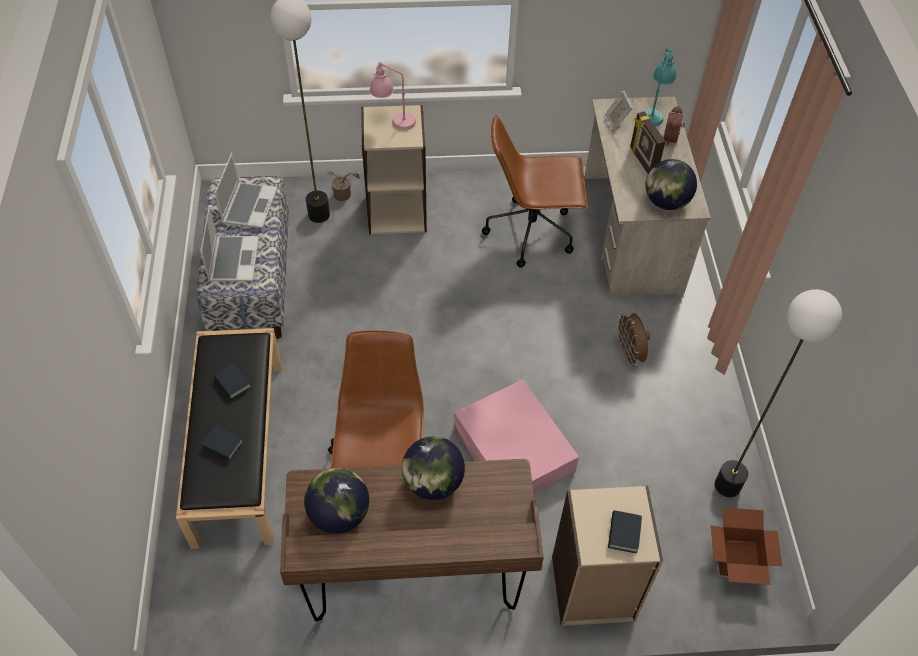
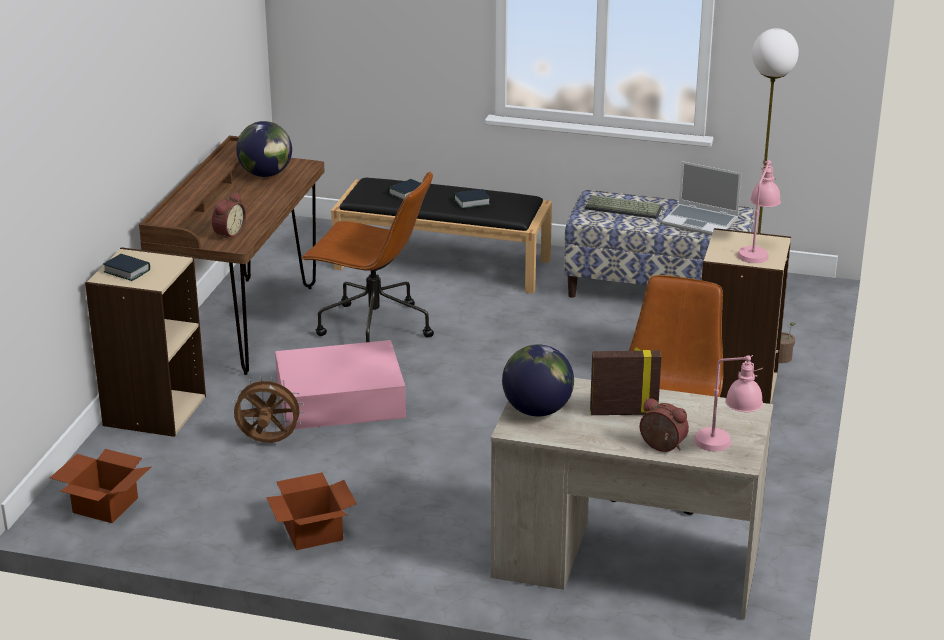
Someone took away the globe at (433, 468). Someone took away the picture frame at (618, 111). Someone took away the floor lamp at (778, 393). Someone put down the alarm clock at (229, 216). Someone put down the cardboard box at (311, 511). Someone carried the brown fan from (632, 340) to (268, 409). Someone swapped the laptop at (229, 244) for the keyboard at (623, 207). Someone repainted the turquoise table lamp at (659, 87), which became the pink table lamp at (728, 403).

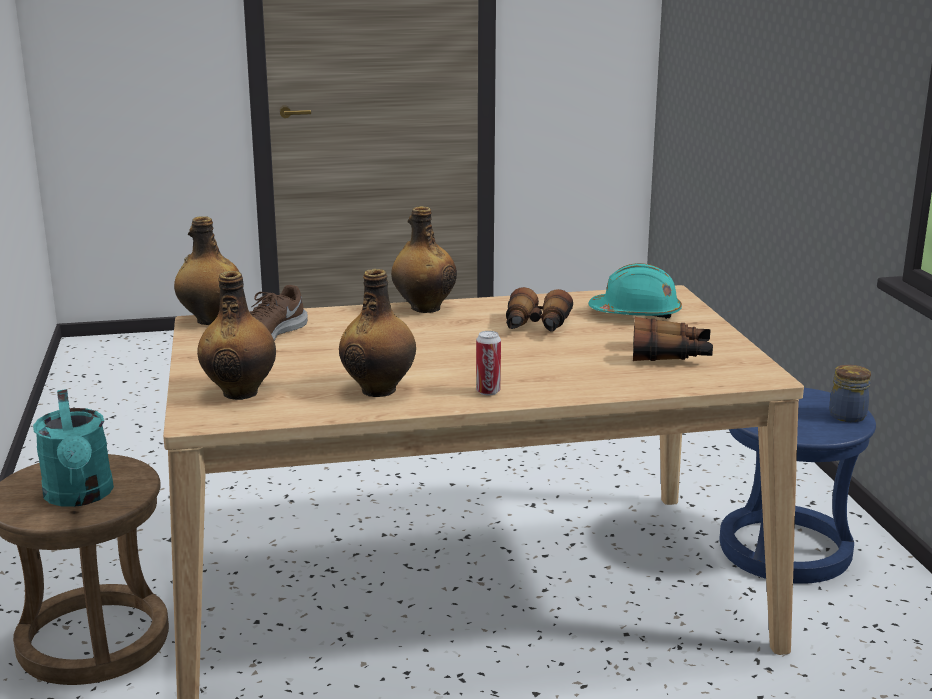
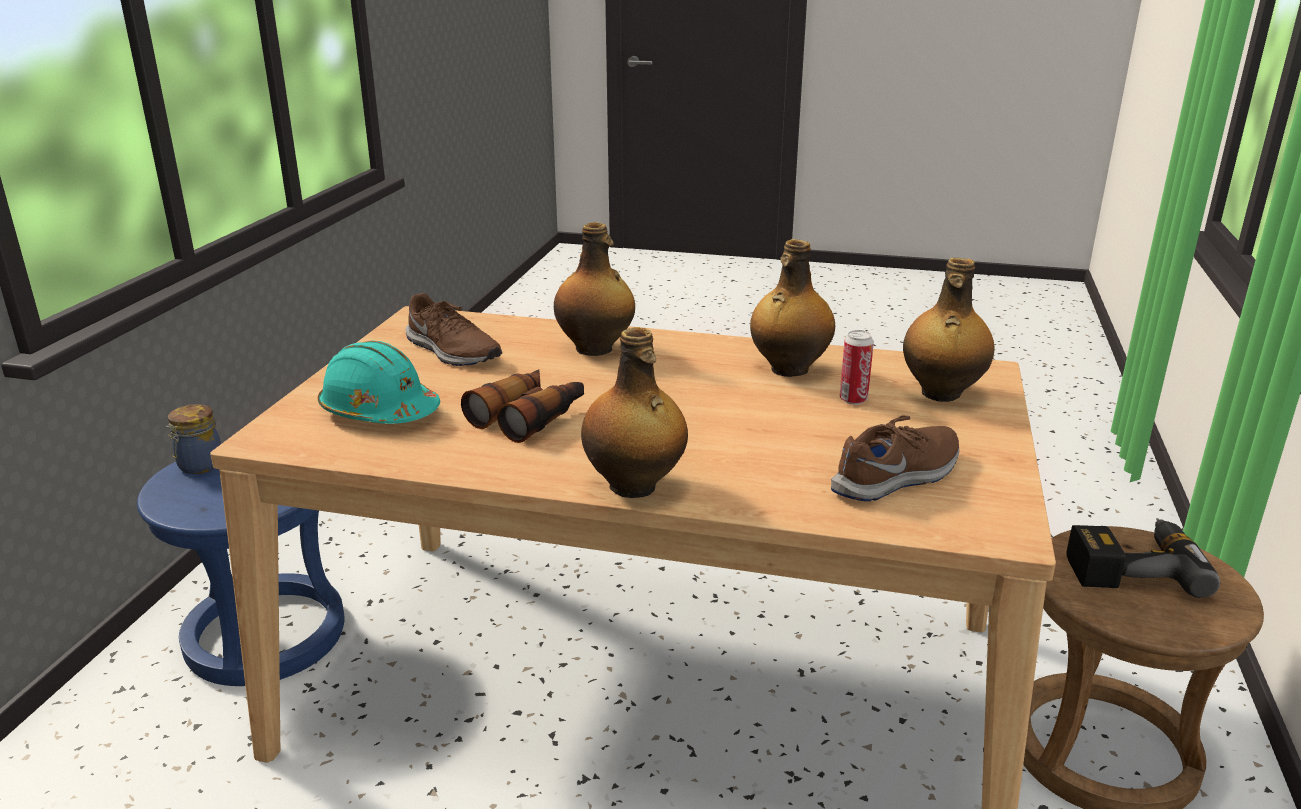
Someone carried the bottle from (206, 270) to (594, 289). Someone carried the can from (488, 363) to (857, 367). Someone swapped the turquoise watering can at (73, 448) for the power drill at (1143, 558). Someone swapped the binoculars at (673, 339) for the brown shoe at (453, 329).

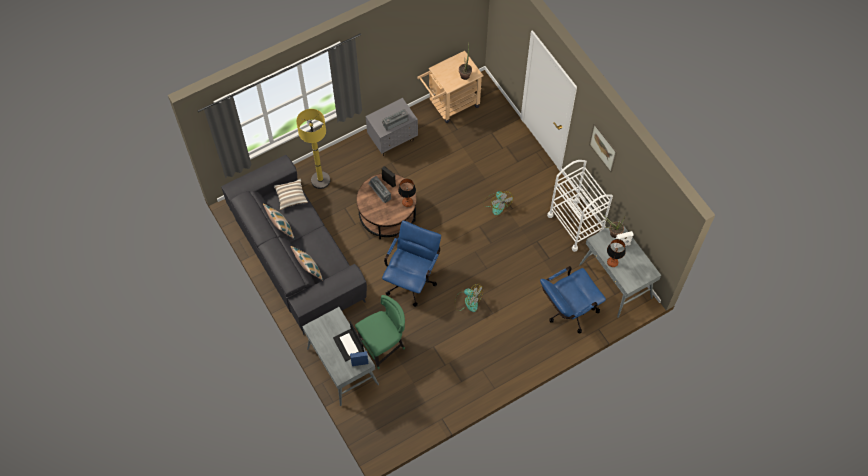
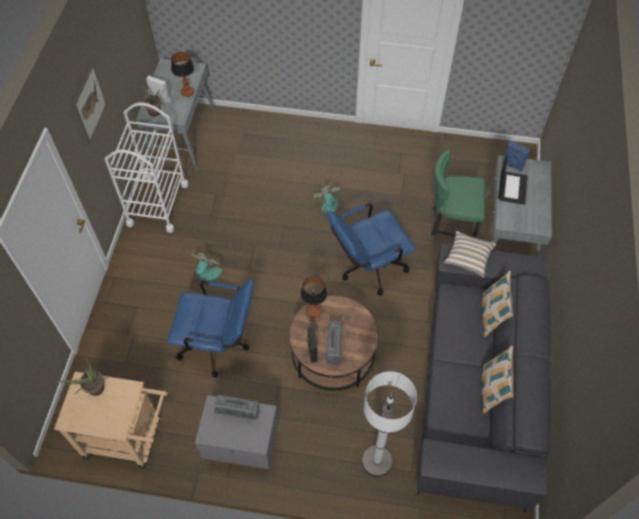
Someone carried the pillow from (291, 194) to (470, 254). Someone carried the blue office chair from (573, 299) to (211, 328). Someone repainted the yellow floor lamp at (313, 149), which became the white floor lamp at (389, 424).

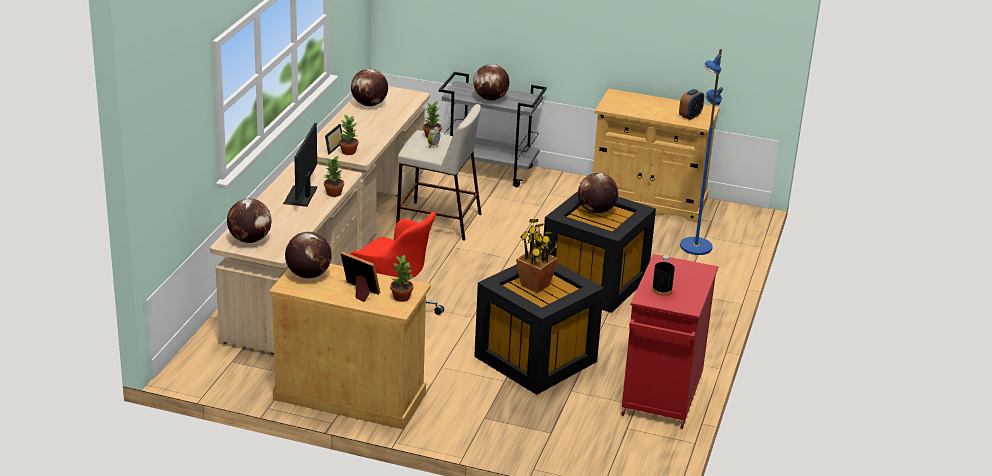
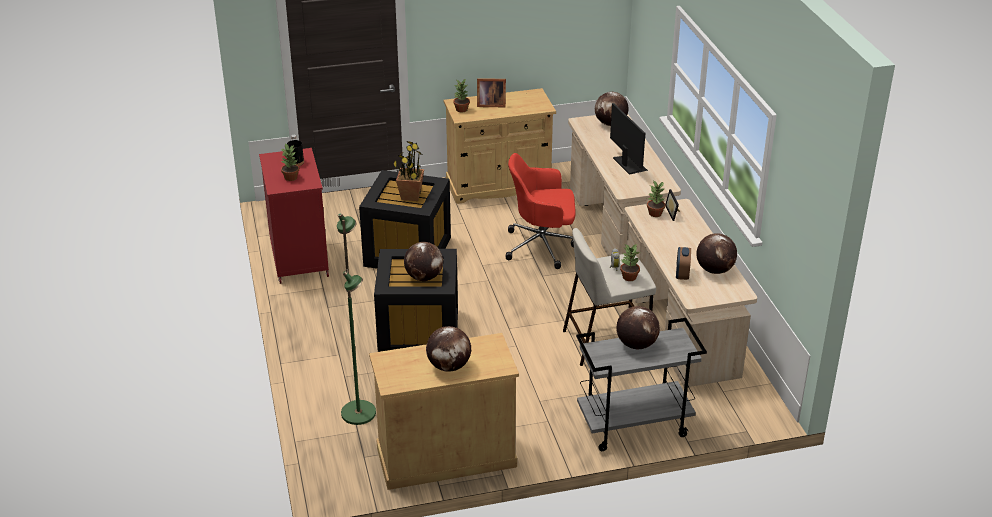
Someone carried the globe from (308, 255) to (448, 349). Someone carried the potted plant from (334, 176) to (289, 162). Someone carried the alarm clock from (691, 104) to (683, 263). Someone repainted the blue floor lamp at (701, 151), which became the green floor lamp at (356, 319).

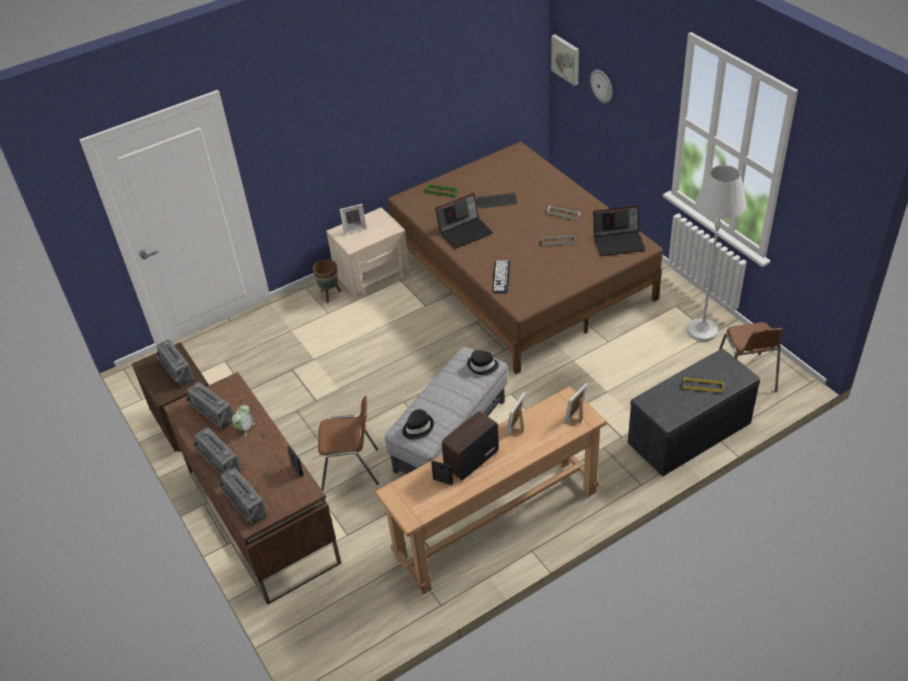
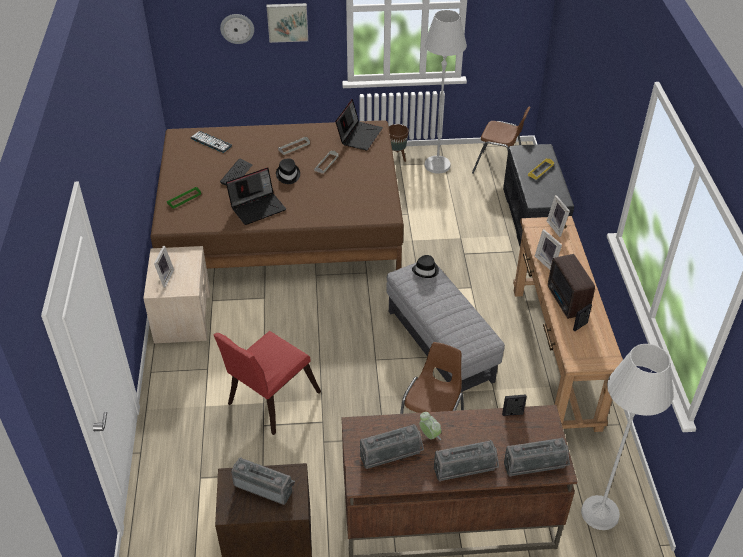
Someone put down the red chair at (267, 383). Someone put down the white floor lamp at (627, 437). Someone carried the brown planter from (327, 281) to (399, 143). Someone carried the black hat from (418, 424) to (288, 171). Someone carried the keyboard from (501, 277) to (211, 142). Someone carried the picture from (565, 60) to (287, 23). Someone rotated the radio at (175, 362) by 150 degrees counterclockwise. Someone rotated the laptop at (464, 221) by 60 degrees clockwise.

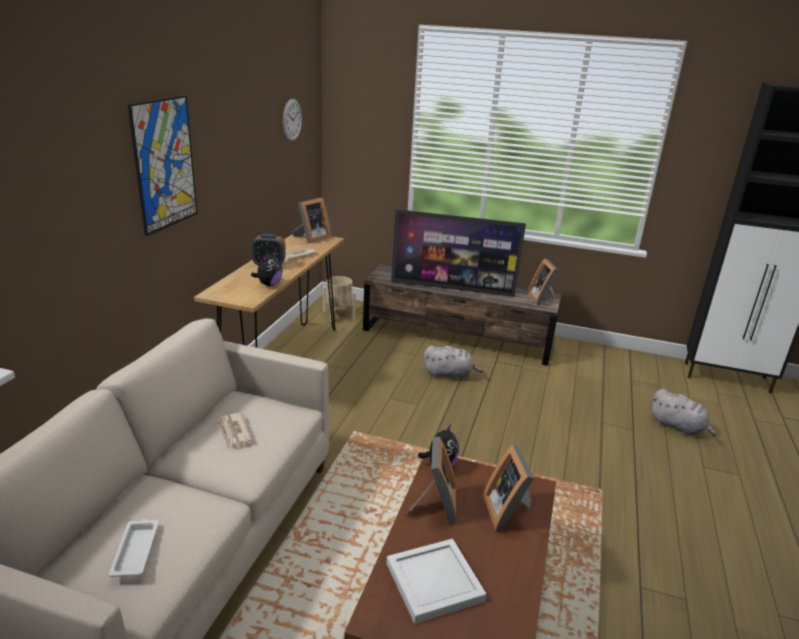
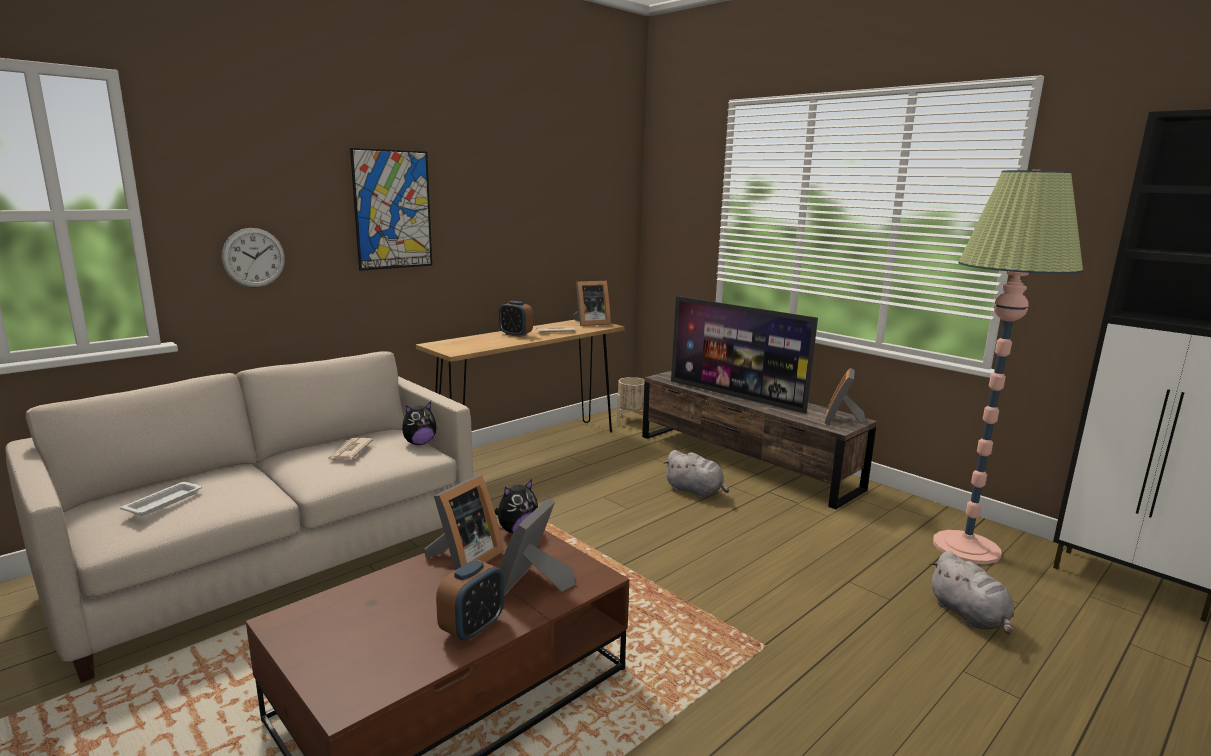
Someone took away the white tray at (436, 581). Someone put down the alarm clock at (470, 600). Someone put down the floor lamp at (1008, 366). Someone carried the plush toy from (267, 268) to (419, 423). Someone carried the wall clock from (292, 120) to (253, 257).

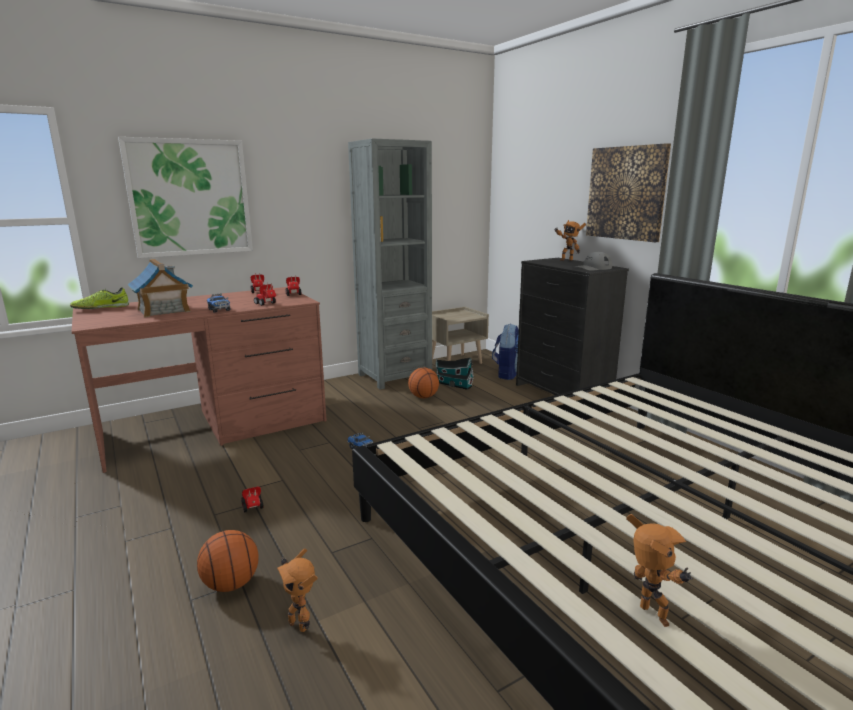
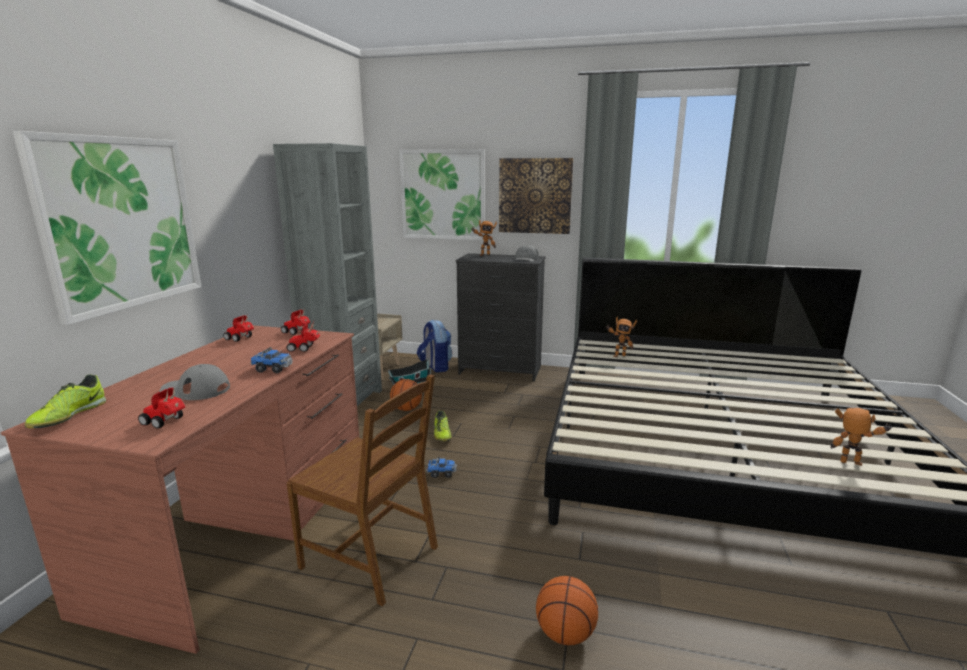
Someone put down the brown chair at (362, 490). Someone put up the picture at (442, 194). Someone put down the shoe at (443, 426). Someone carried the toy car from (252, 500) to (161, 408). Someone carried the toy robot from (297, 590) to (621, 336). Someone swapped the toy house at (160, 288) for the grey cap at (194, 382).

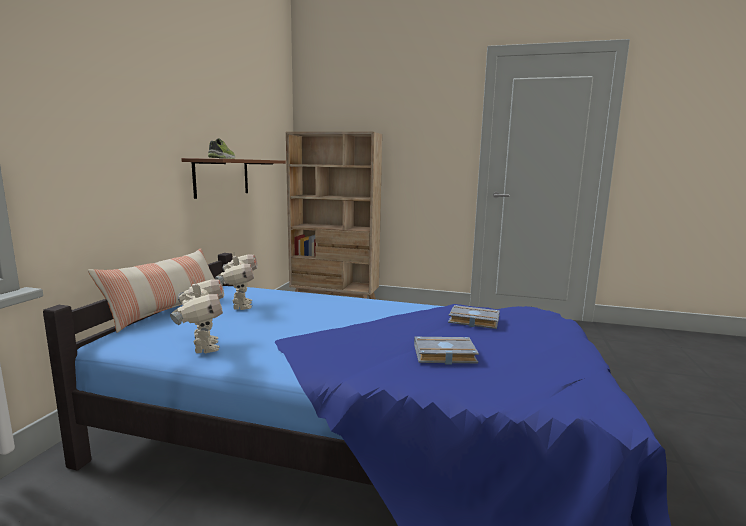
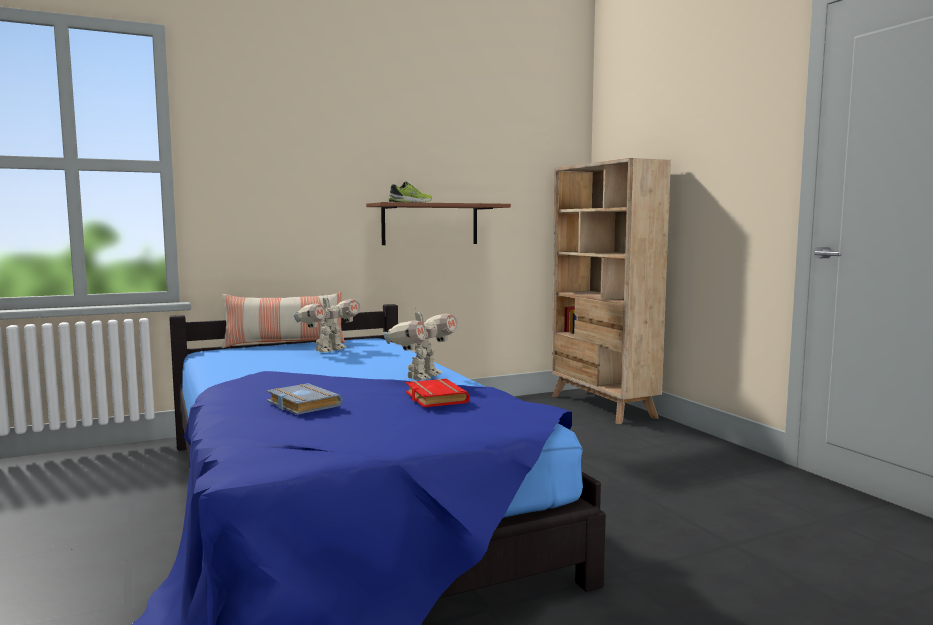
Someone carried the toy robot from (197, 315) to (420, 343). Someone repainted the grey book at (474, 317), which became the red book at (437, 393).

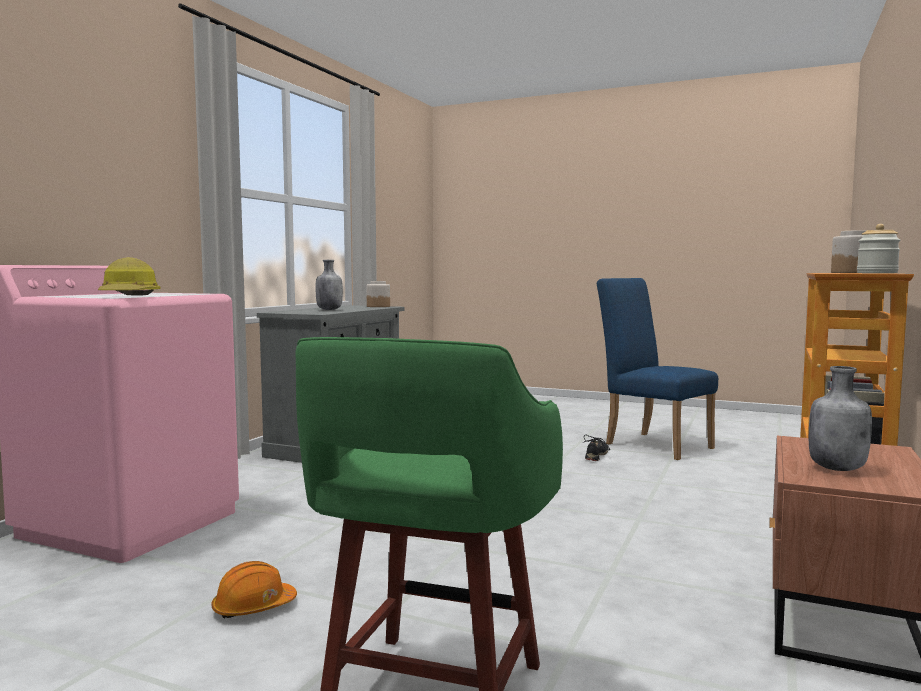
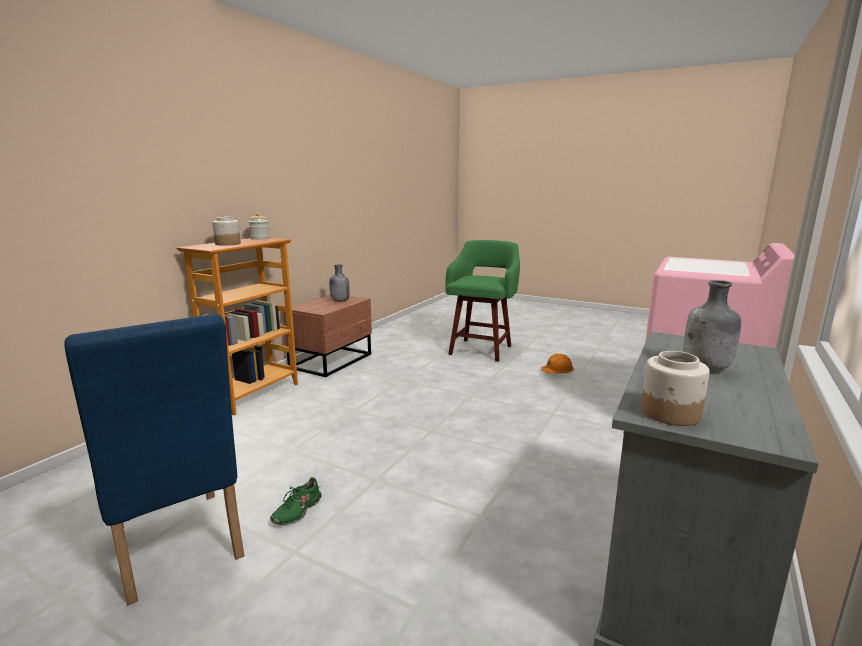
Someone took away the hard hat at (129, 276). Someone repainted the black shoe at (596, 448), which became the green shoe at (295, 501).

